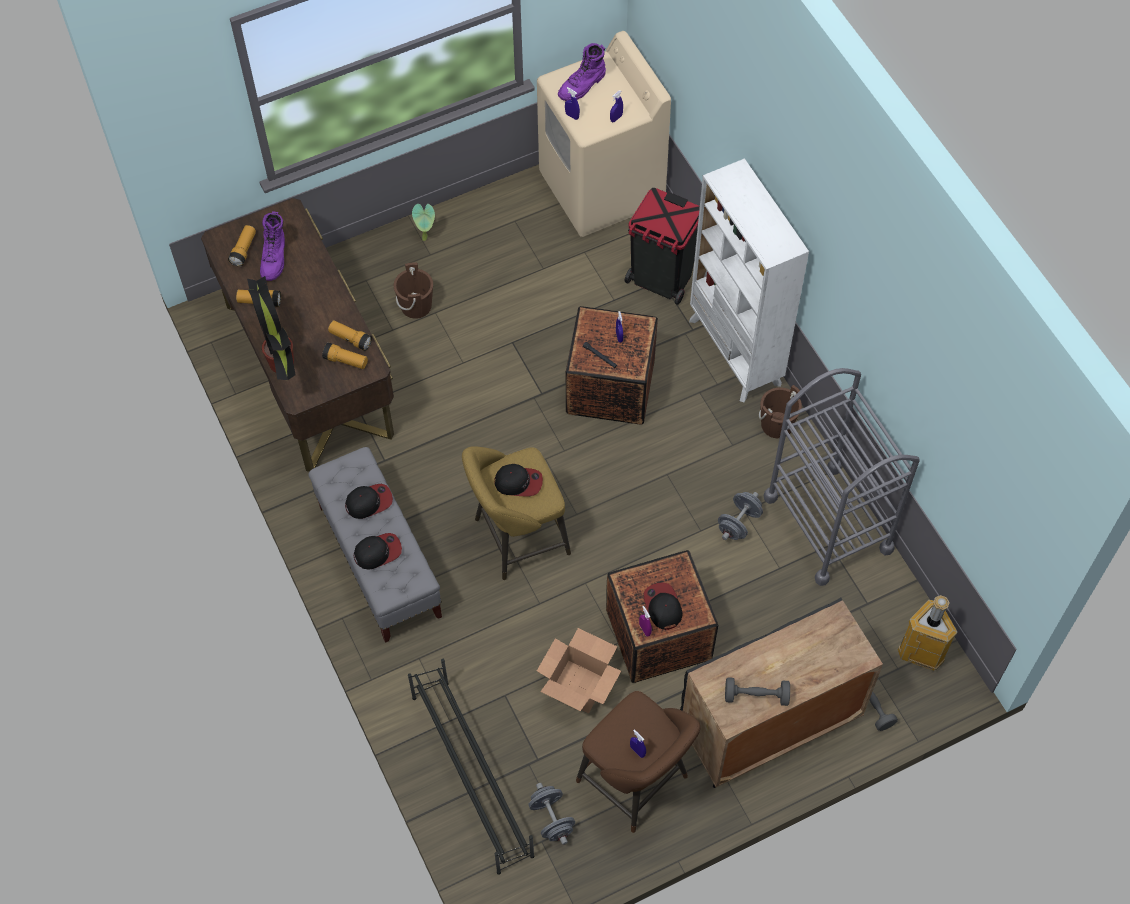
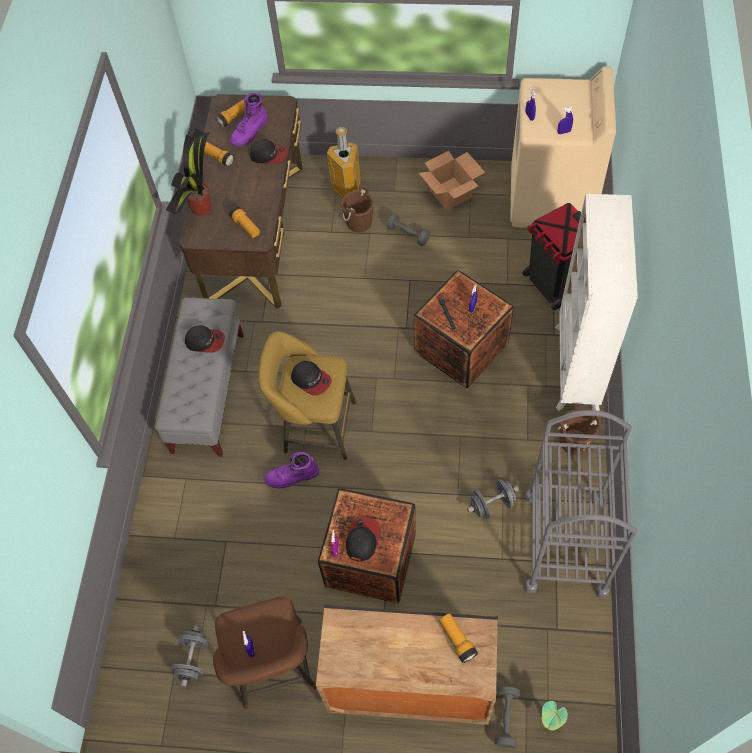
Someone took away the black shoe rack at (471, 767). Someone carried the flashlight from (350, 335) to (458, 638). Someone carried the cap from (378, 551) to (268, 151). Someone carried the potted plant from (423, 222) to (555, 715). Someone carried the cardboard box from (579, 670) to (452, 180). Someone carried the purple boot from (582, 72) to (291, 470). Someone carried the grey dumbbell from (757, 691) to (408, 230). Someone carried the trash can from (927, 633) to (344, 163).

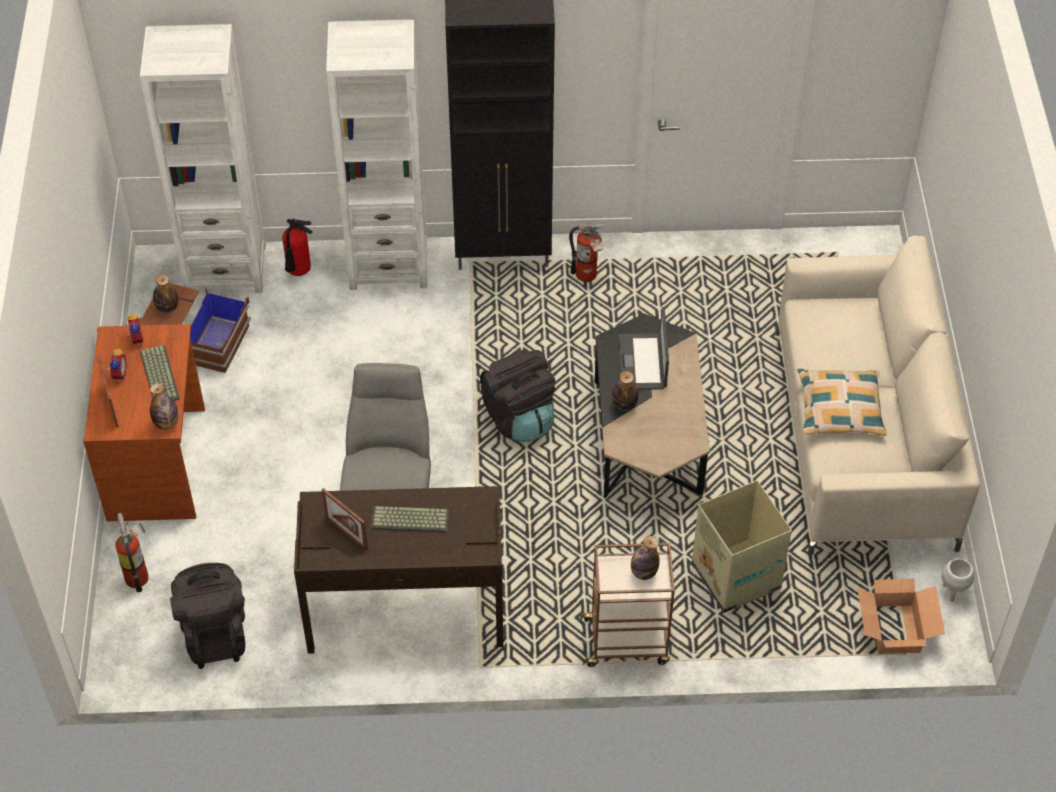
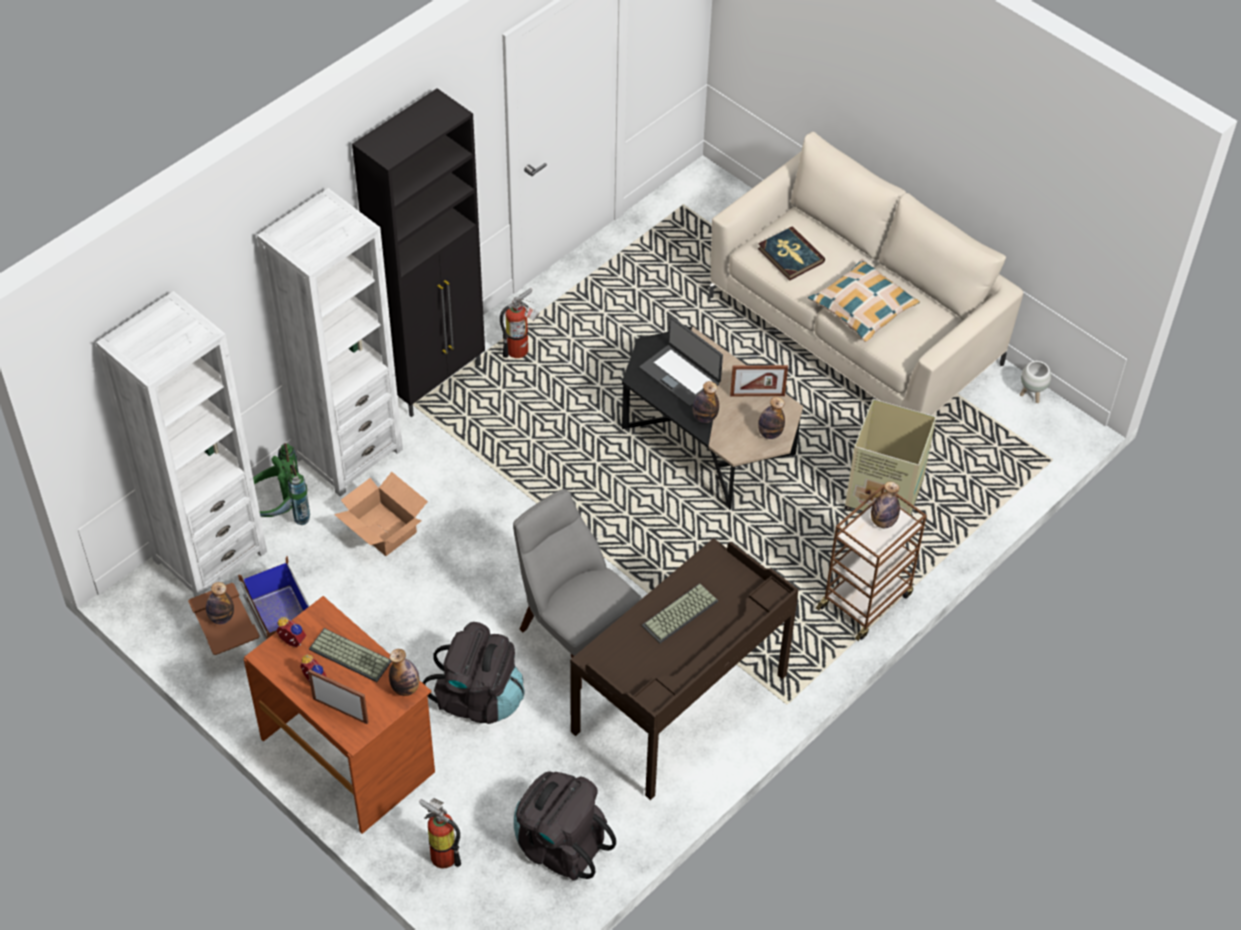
Someone put down the book at (791, 253). Someone put down the bottle at (771, 418). Someone carried the picture frame from (344, 519) to (759, 380). Someone carried the black backpack from (517, 396) to (474, 673). Someone carried the cardboard box from (901, 616) to (381, 514). Someone swapped the fire extinguisher at (297, 247) for the green backpack at (281, 484).

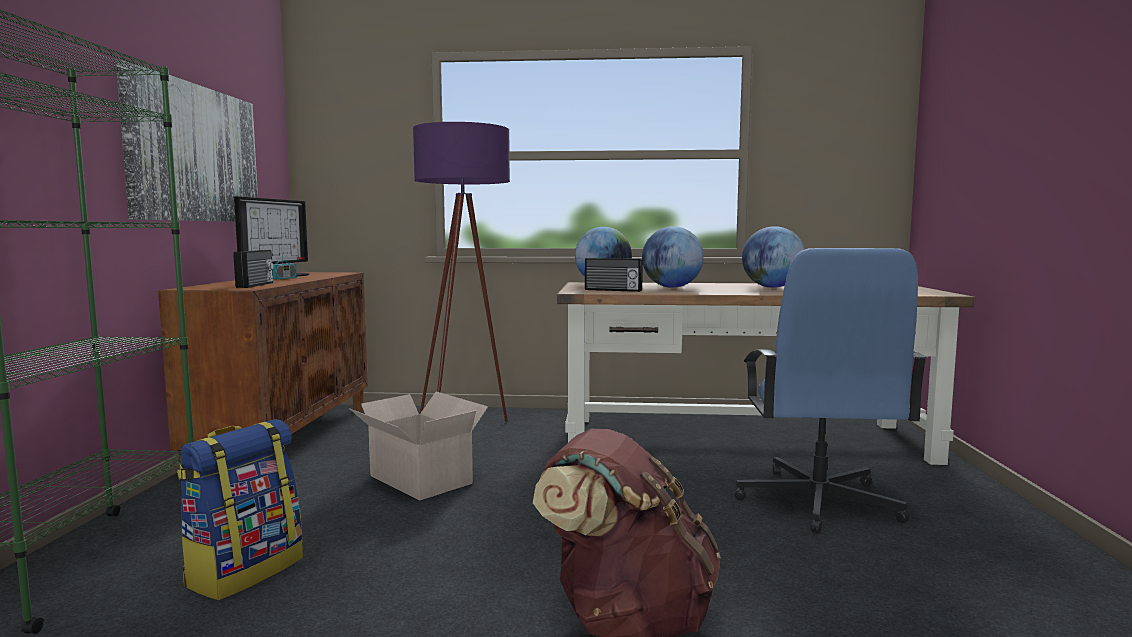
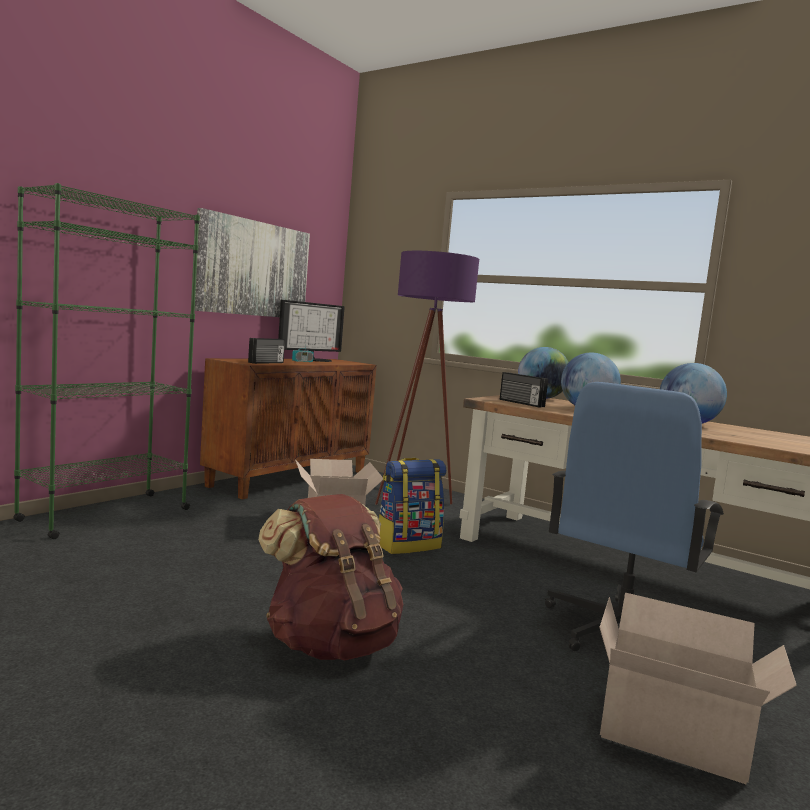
Someone put down the cardboard box at (698, 688). Someone carried the backpack from (240, 509) to (412, 506).

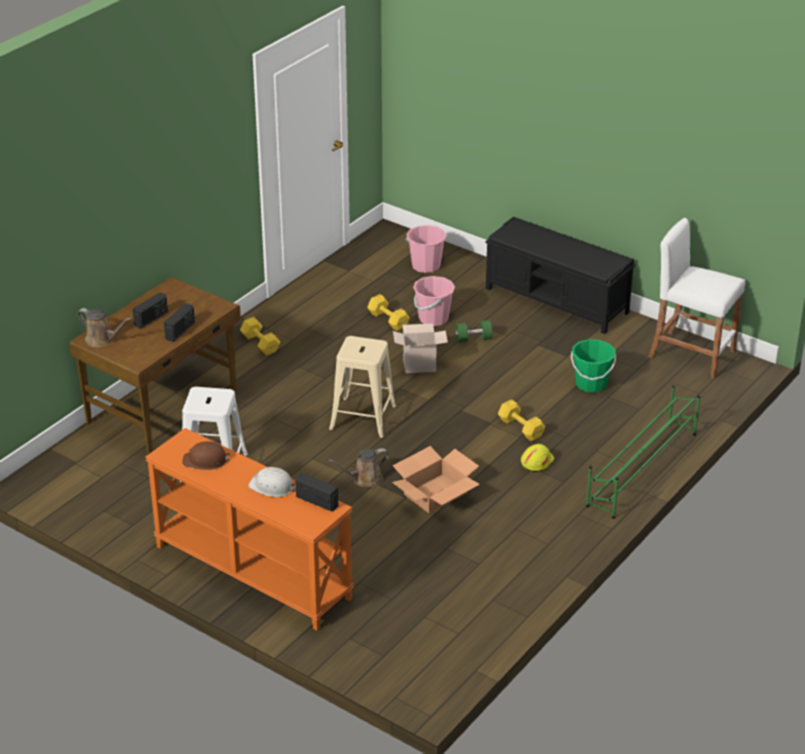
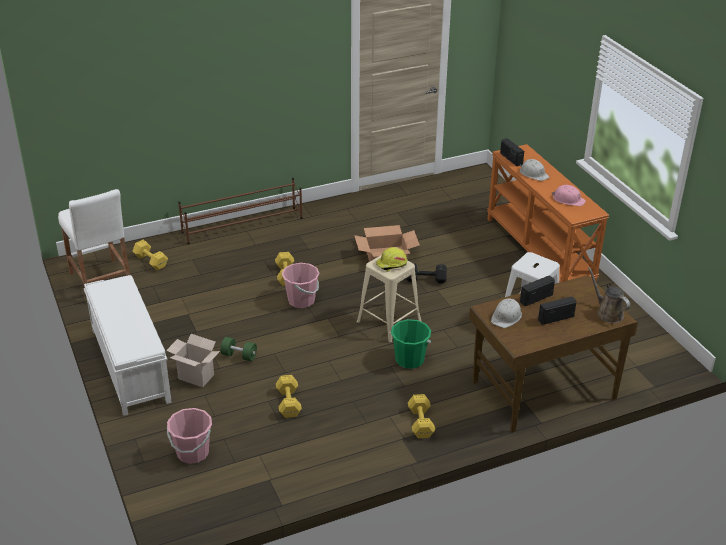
Someone put down the yellow dumbbell at (150, 255). Someone put down the white hard hat at (506, 313). Someone carried the cardboard box from (420, 348) to (193, 360). Someone carried the pink bucket from (434, 301) to (301, 285). Someone carried the yellow hard hat from (538, 458) to (391, 259). Someone carried the green bucket from (593, 366) to (411, 344). Someone swapped the brown watering can at (358, 467) for the black dumbbell at (426, 273). Someone repainted the brown hard hat at (206, 455), which became the pink hard hat at (569, 195). Someone repainted the black bench at (560, 275), which became the white bench at (128, 345). Someone repainted the green shoe rack at (643, 452), which became the brown shoe rack at (240, 211).

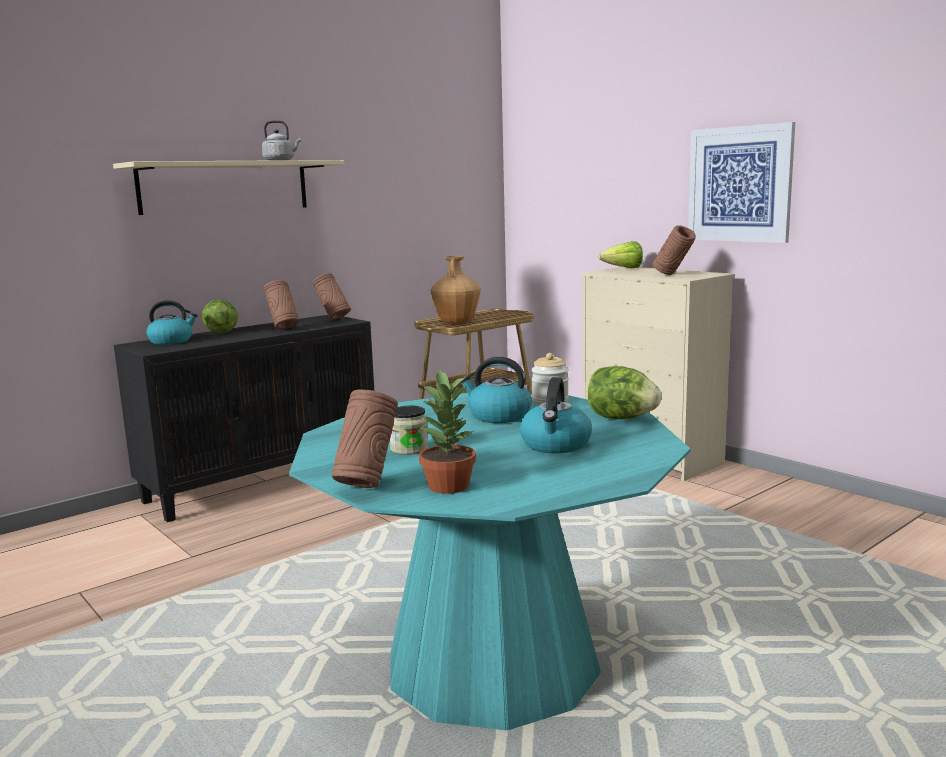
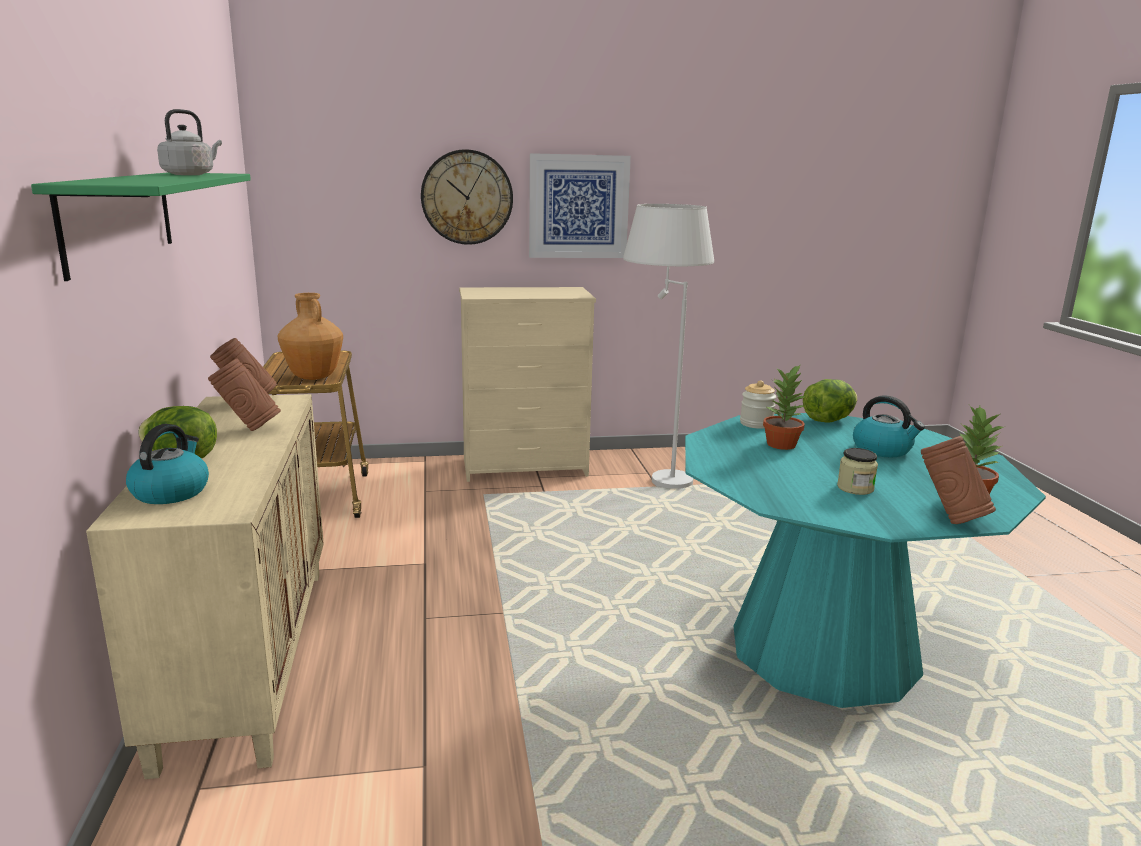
Someone took away the lettuce at (621, 254). Someone took away the brown vase at (674, 250). Someone put up the wall clock at (467, 197). Someone put down the white floor lamp at (668, 346). Someone swapped the kettle at (496, 390) for the potted plant at (785, 407). Someone repainted the beige shelf at (228, 187), which became the green shelf at (141, 226). Someone repainted the black cabinet at (244, 418), which became the beige cabinet at (205, 586).

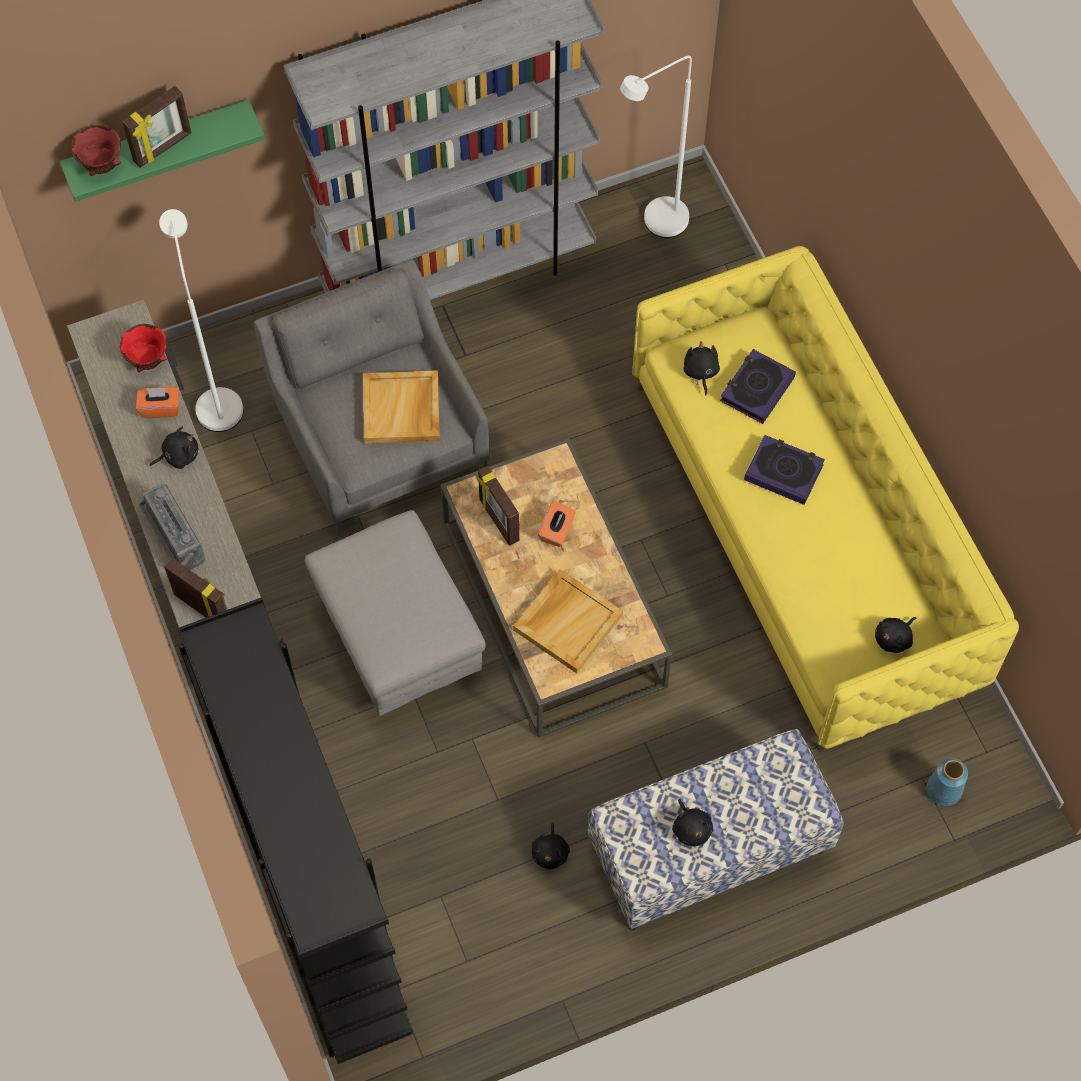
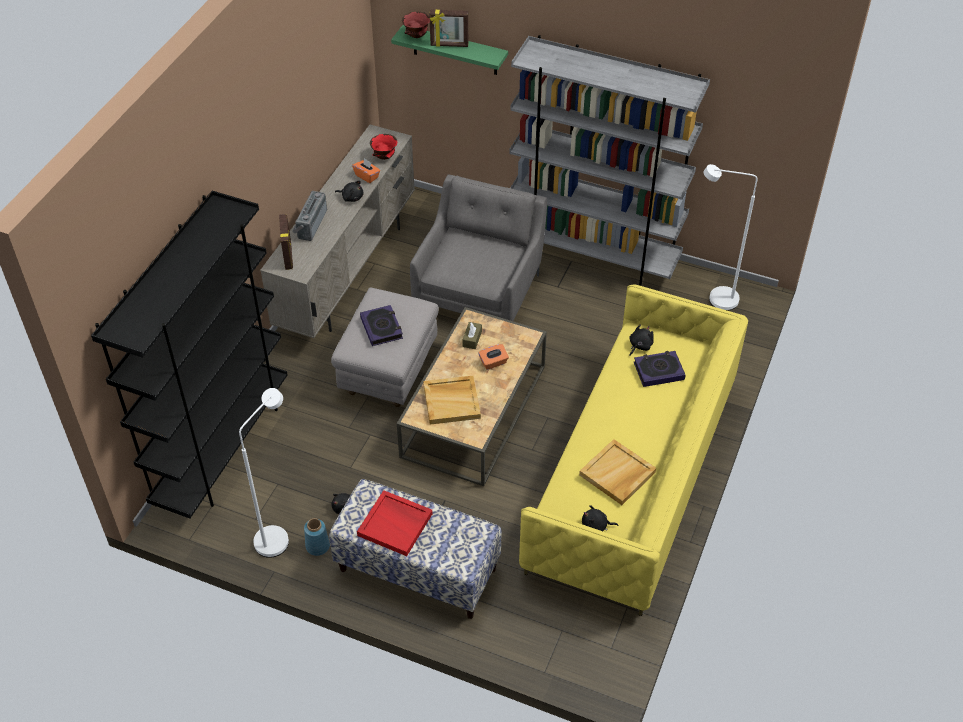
Someone carried the white floor lamp from (201, 320) to (264, 473). Someone carried the beige tray from (401, 407) to (617, 472). Someone carried the book from (784, 470) to (381, 325). Someone carried the blue vase from (947, 782) to (317, 537). Someone swapped the picture frame at (497, 506) for the brown tissue box at (472, 335). Someone swapped the black plush toy at (692, 822) for the red tray at (395, 523).

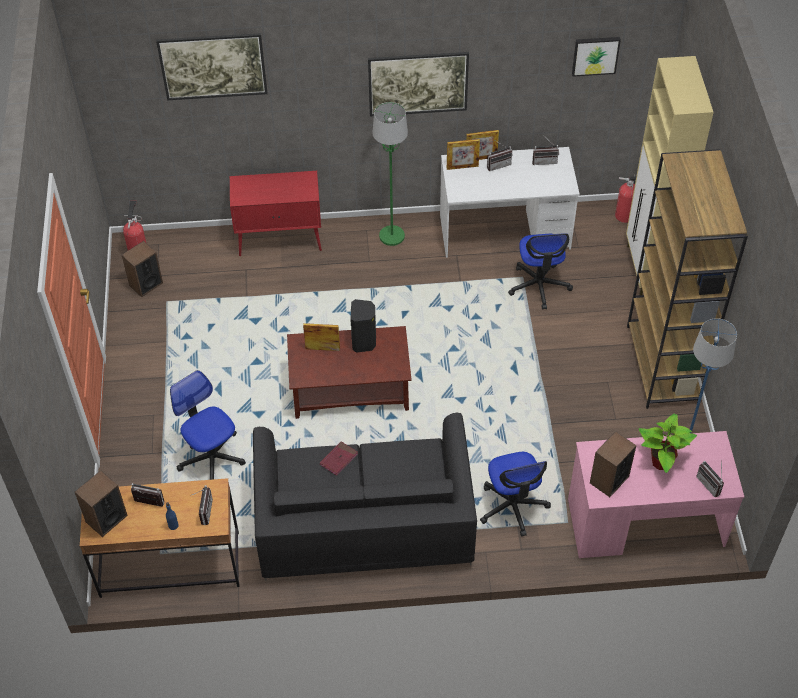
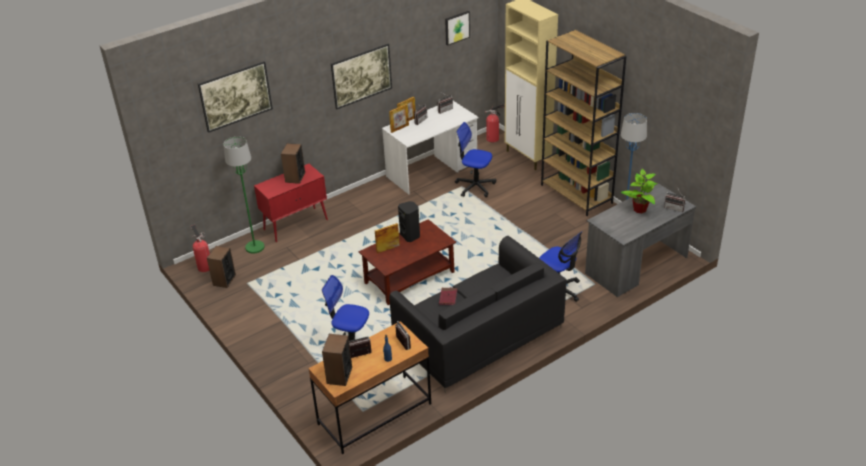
Someone carried the green floor lamp from (390, 174) to (244, 195). Someone carried the speaker from (613, 464) to (293, 163). Someone repainted the pink desk at (656, 494), which became the grey desk at (640, 240). Someone rotated the office chair at (540, 271) by 150 degrees clockwise.

